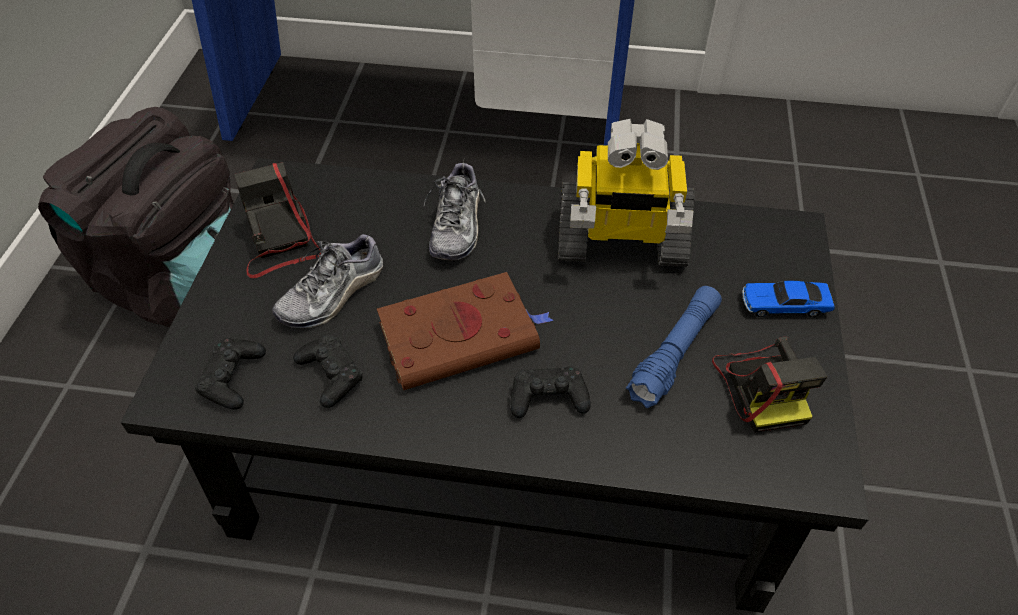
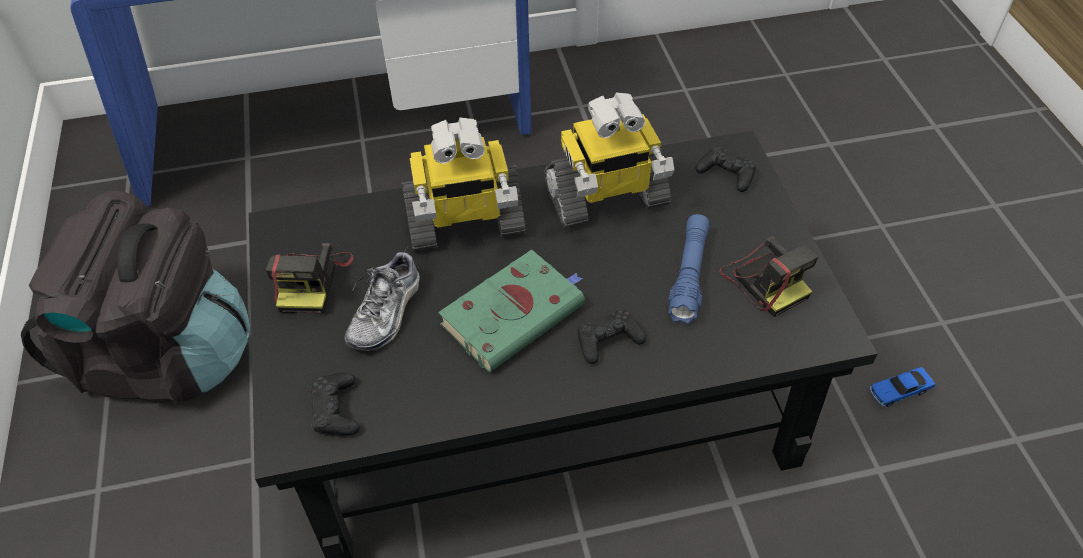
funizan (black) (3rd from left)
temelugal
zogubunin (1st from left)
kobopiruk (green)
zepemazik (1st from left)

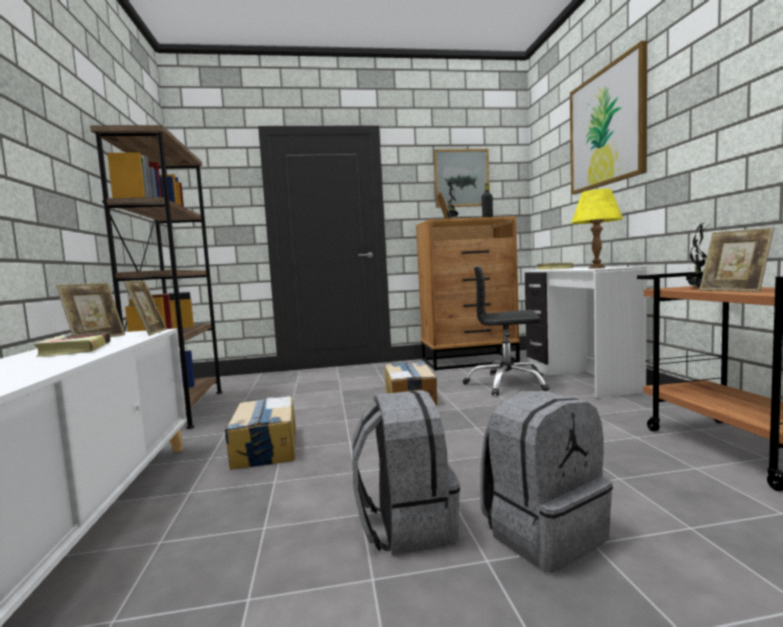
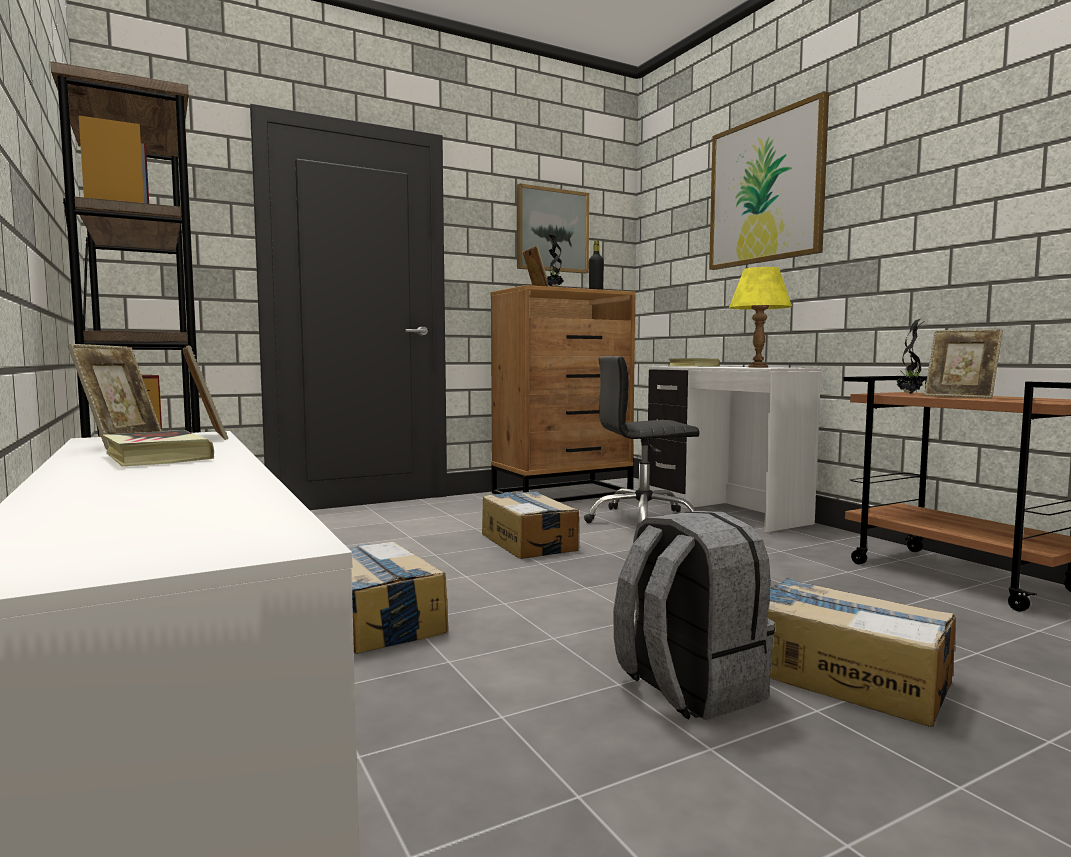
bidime (3rd from left)

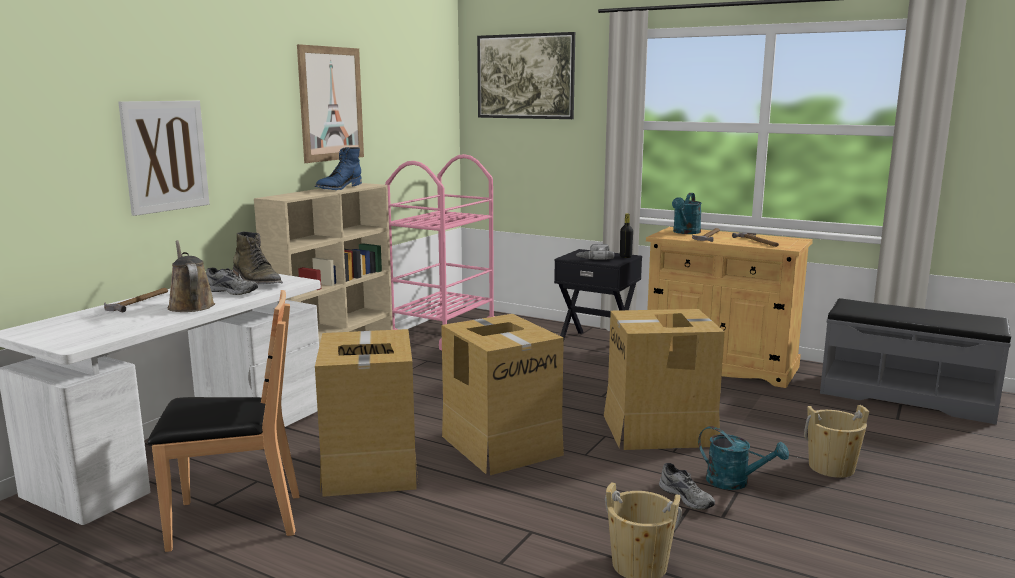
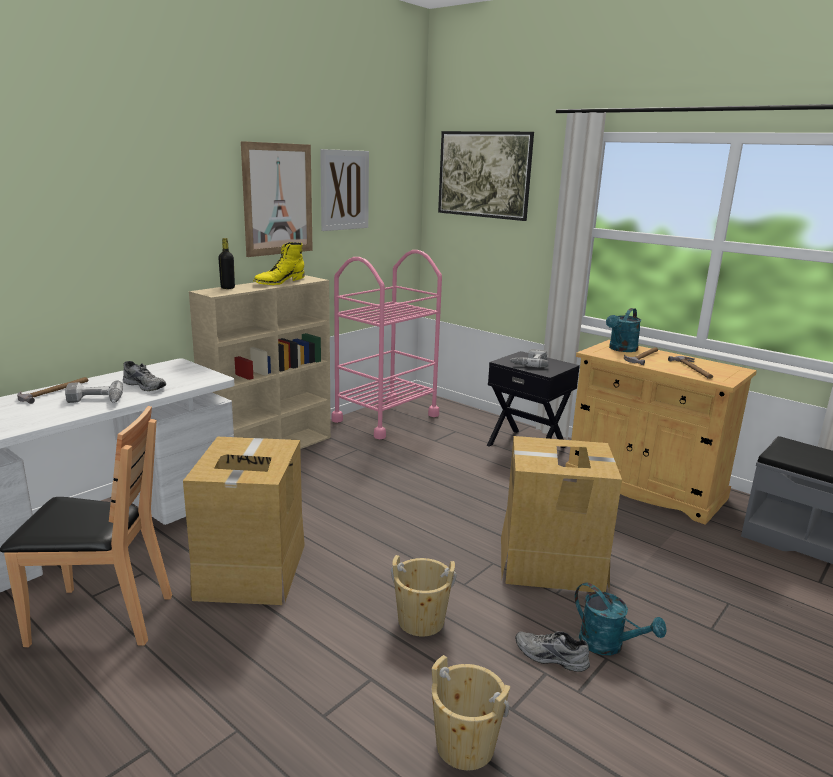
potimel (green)
bidime (2nd from left in the first image)
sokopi (2nd from left)
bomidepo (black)
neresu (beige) (1st from left)
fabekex (1st from left)
potimel (yellow)
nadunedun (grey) (2nd from left)

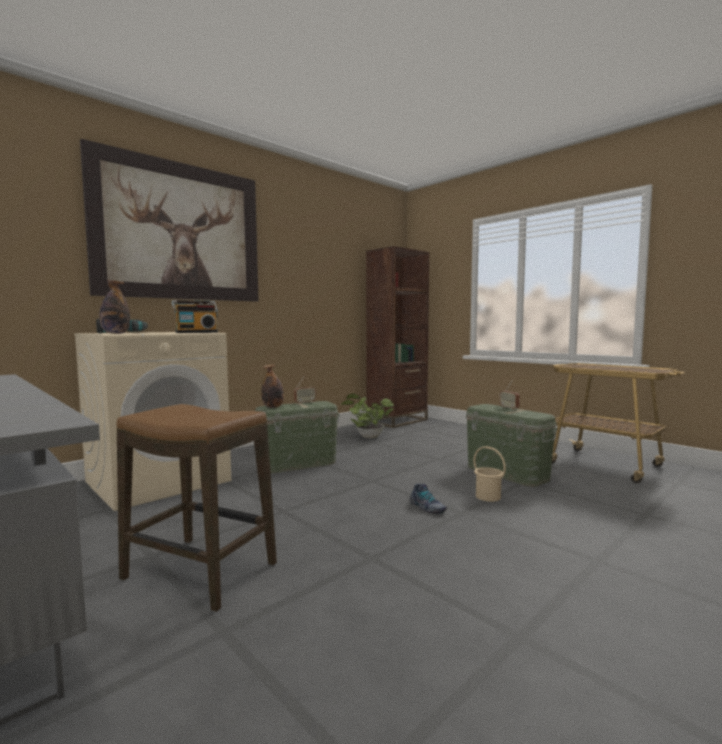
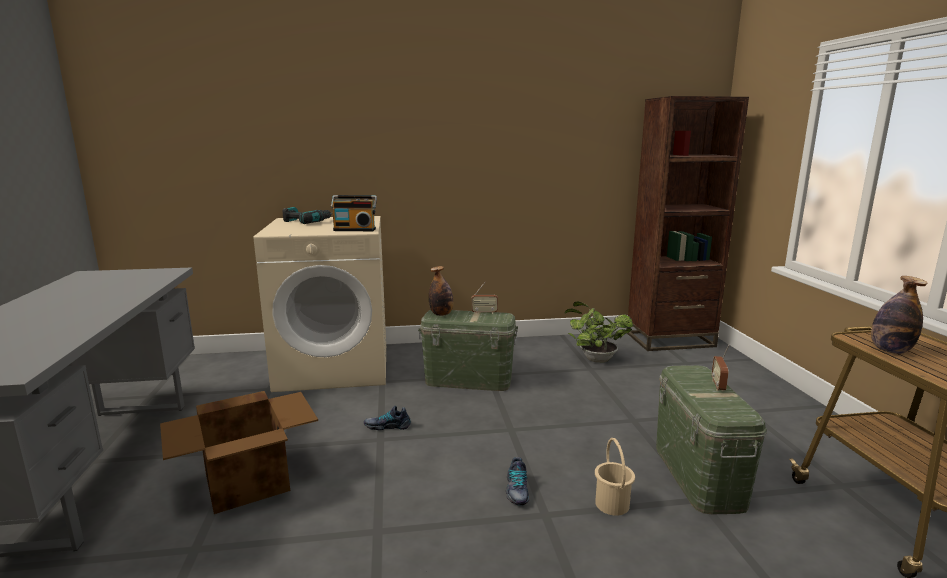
sokopi
nadunedun (1st from left)
bomidepo (2nd from left)
bidime

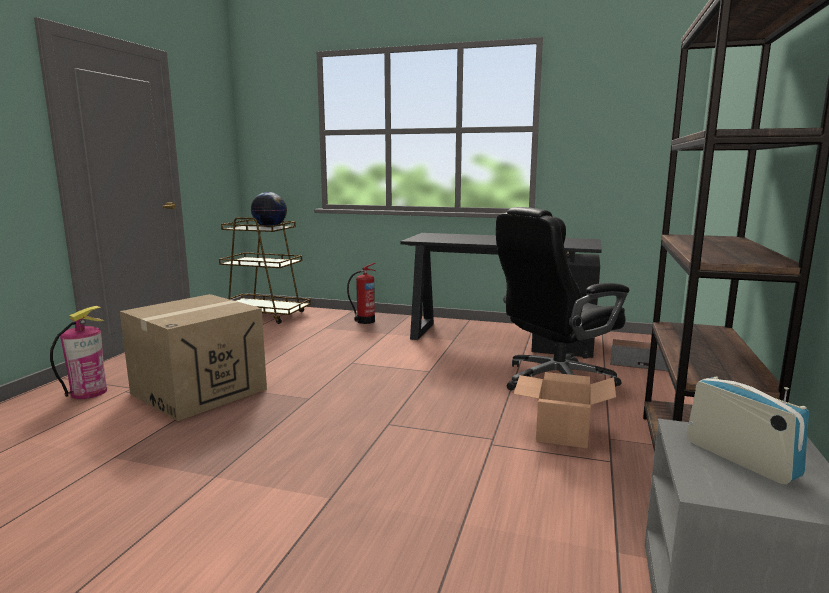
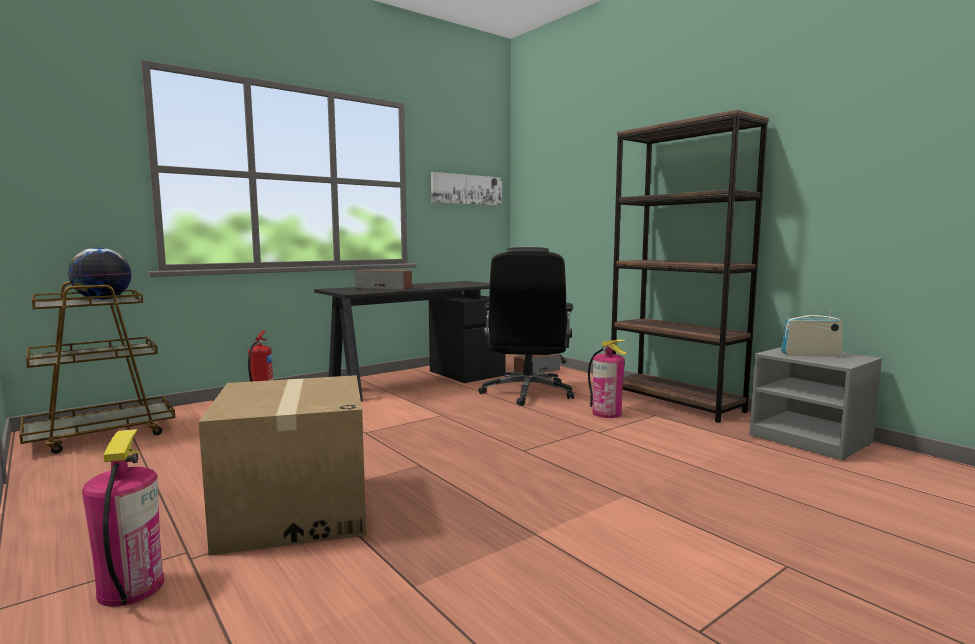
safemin (1st from left)
sokopi
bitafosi (3rd from left)

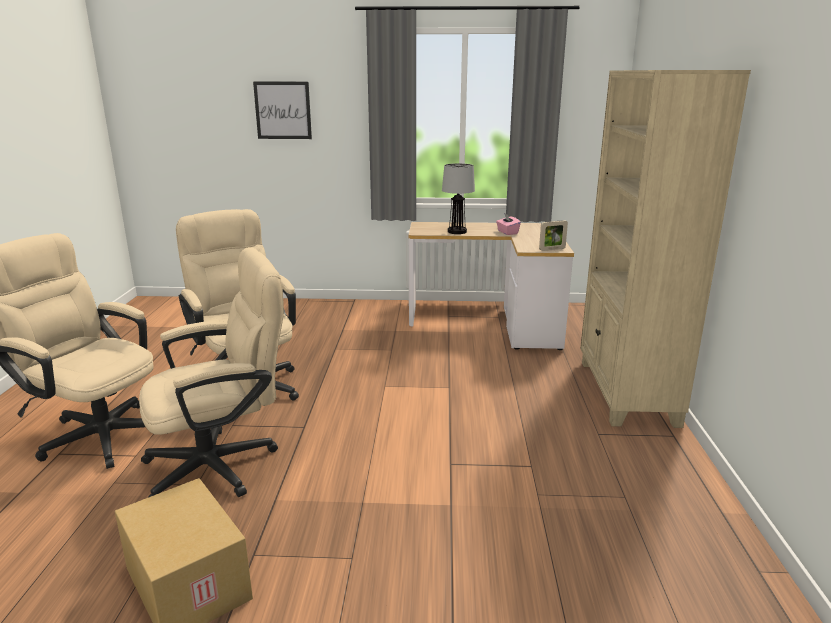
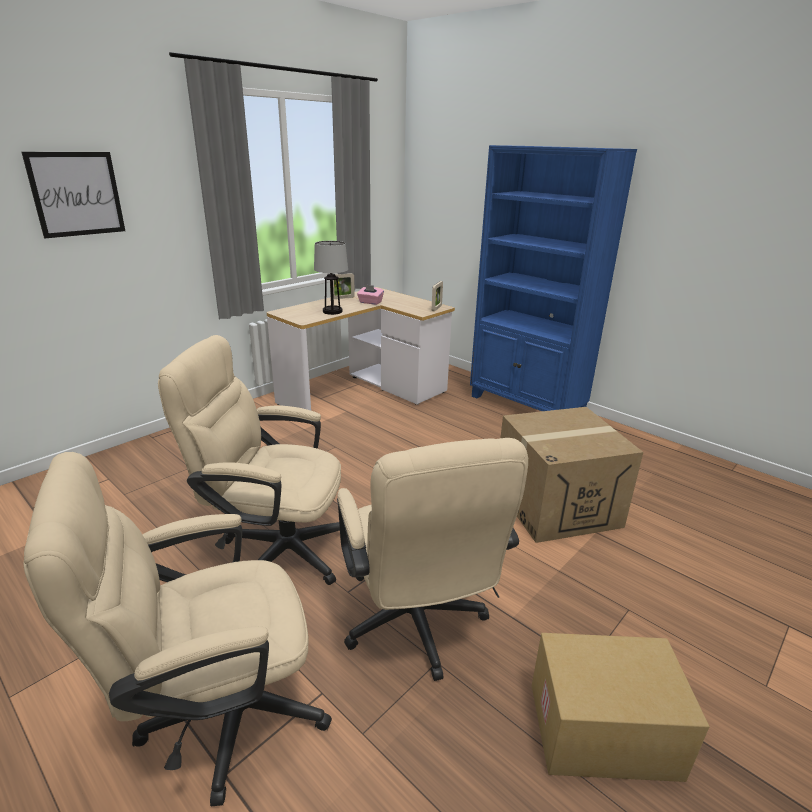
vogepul (1st from left)
bidime (1st from left)
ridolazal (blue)
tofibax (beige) (3rd from left)

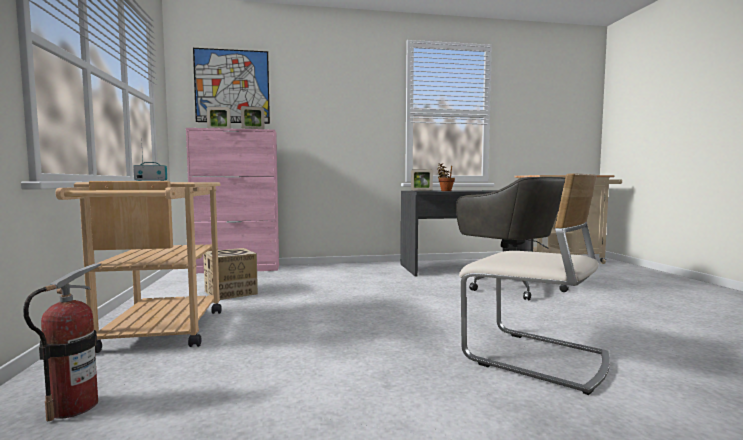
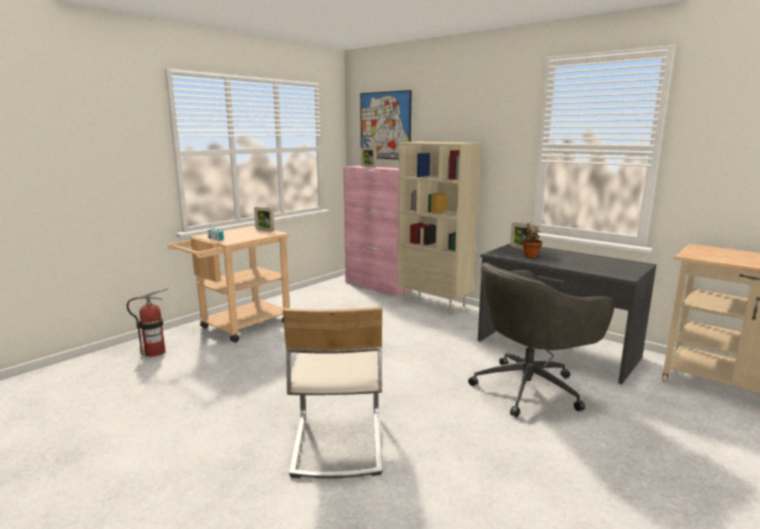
bidime
ridolazal (beige)
vogepul (1st from left)
tofibax (grey)

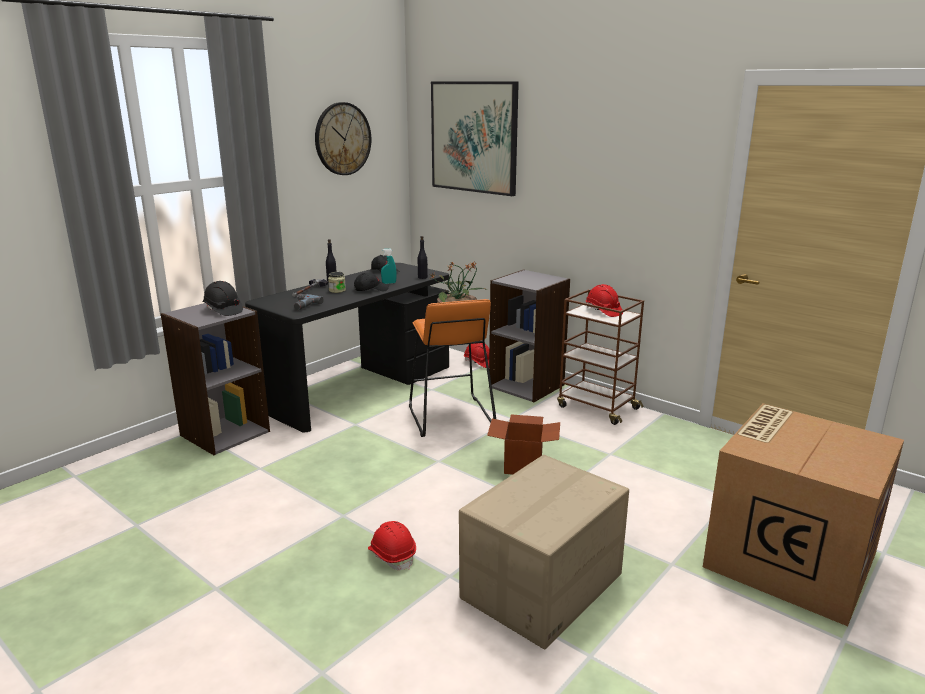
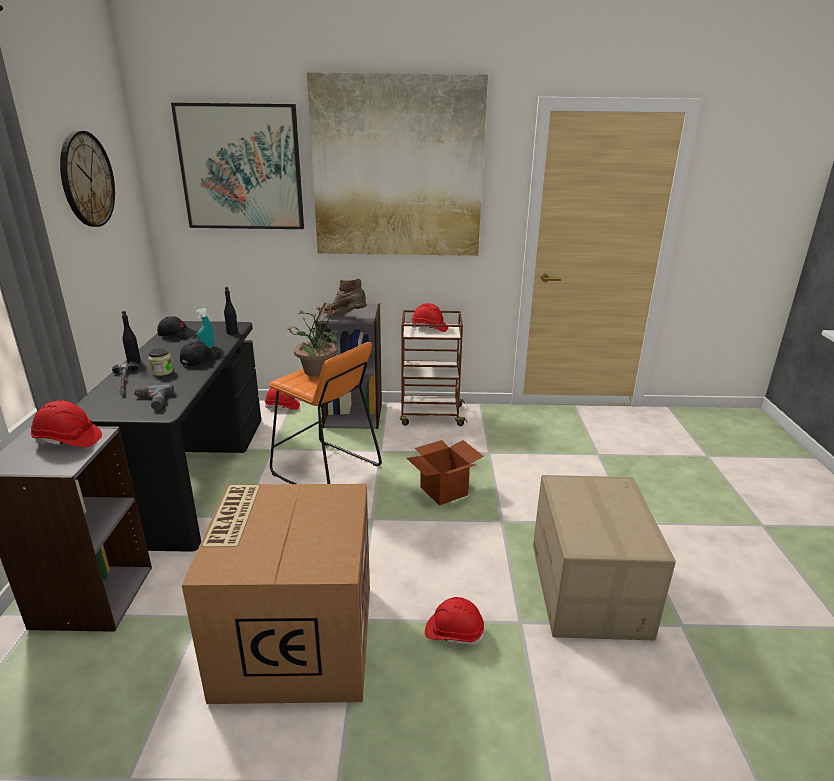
sokopi (2nd from left)
potimel (brown)
bidime (1st from left)
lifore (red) (1st from left)

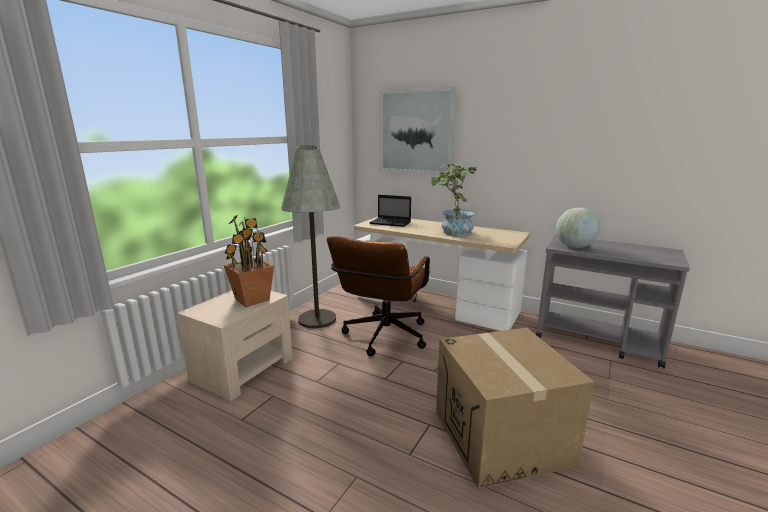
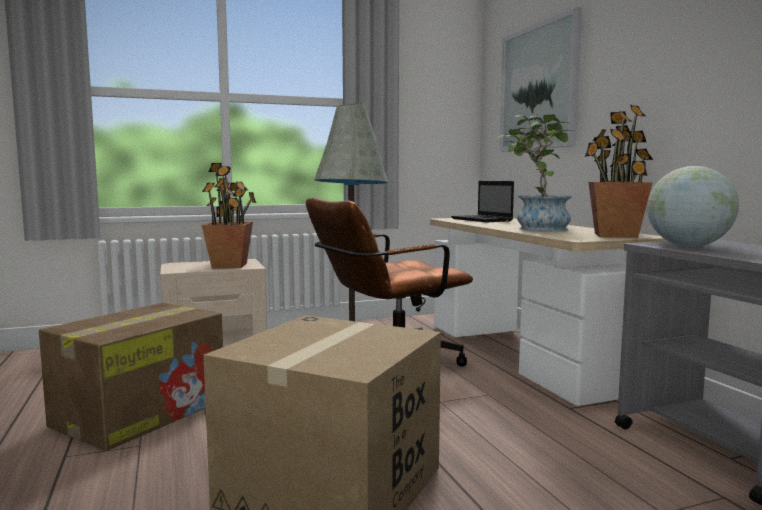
bidime (1st from left)
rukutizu (3rd from left)

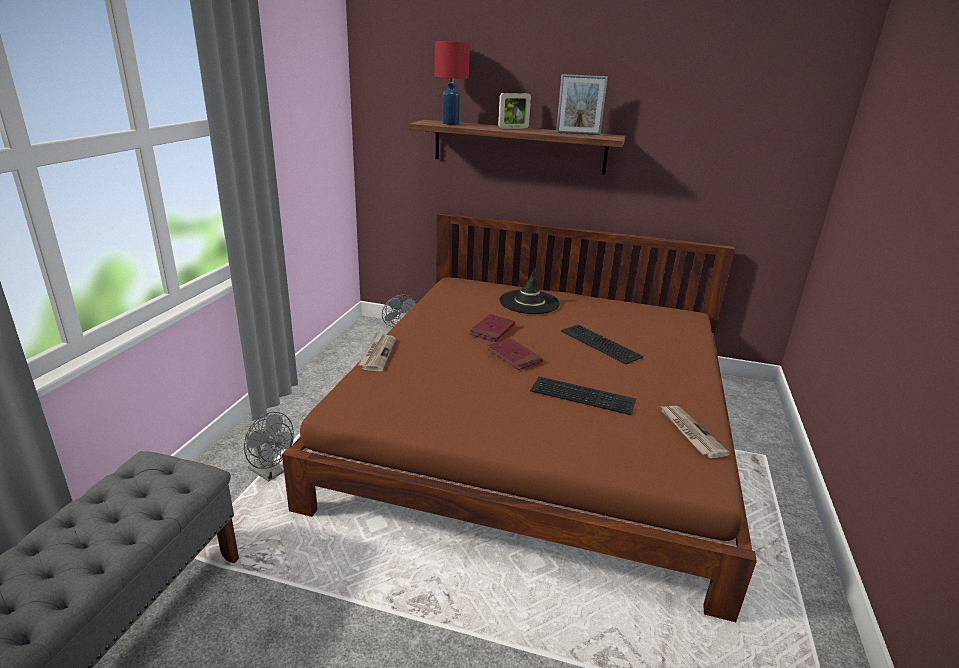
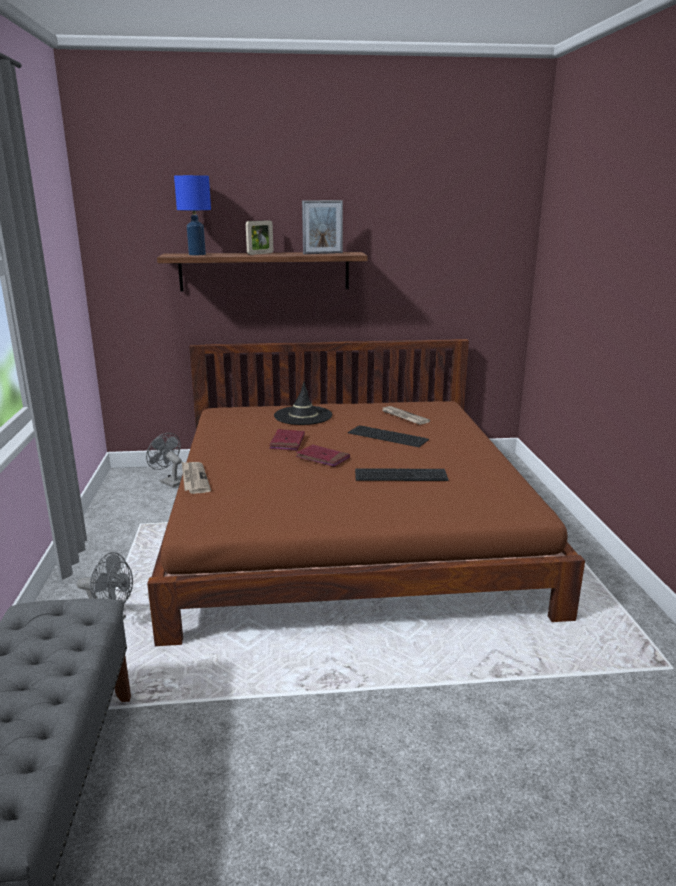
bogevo (2nd from left)
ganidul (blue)

